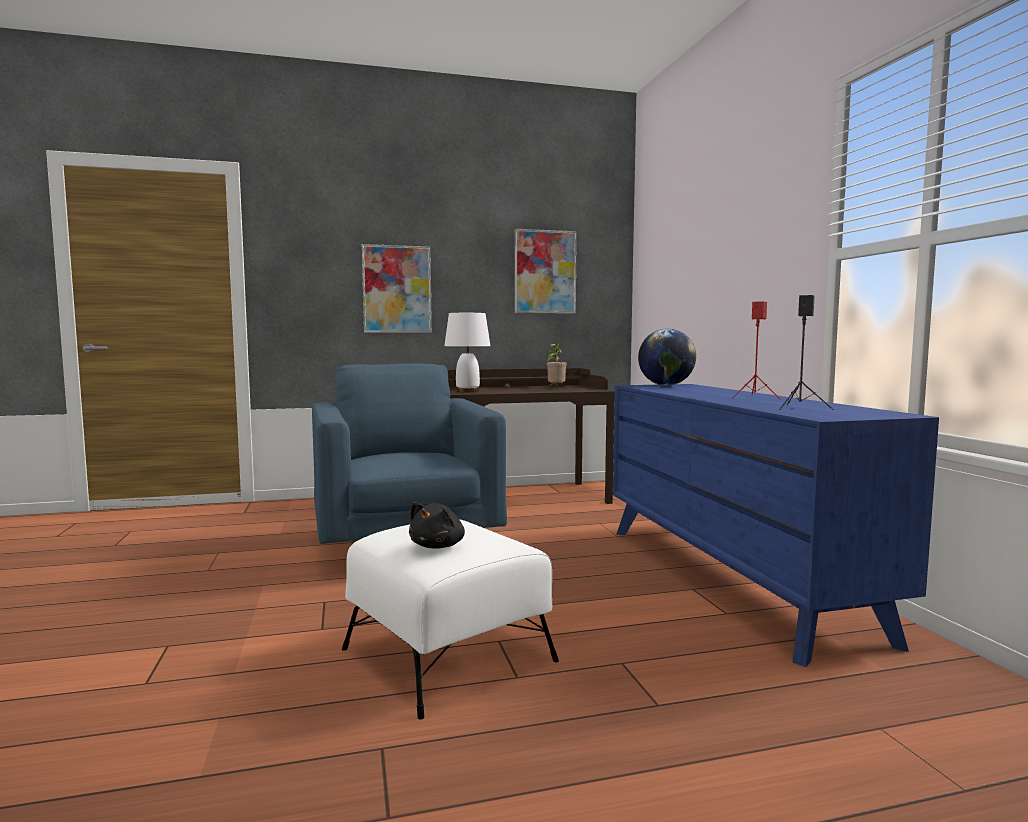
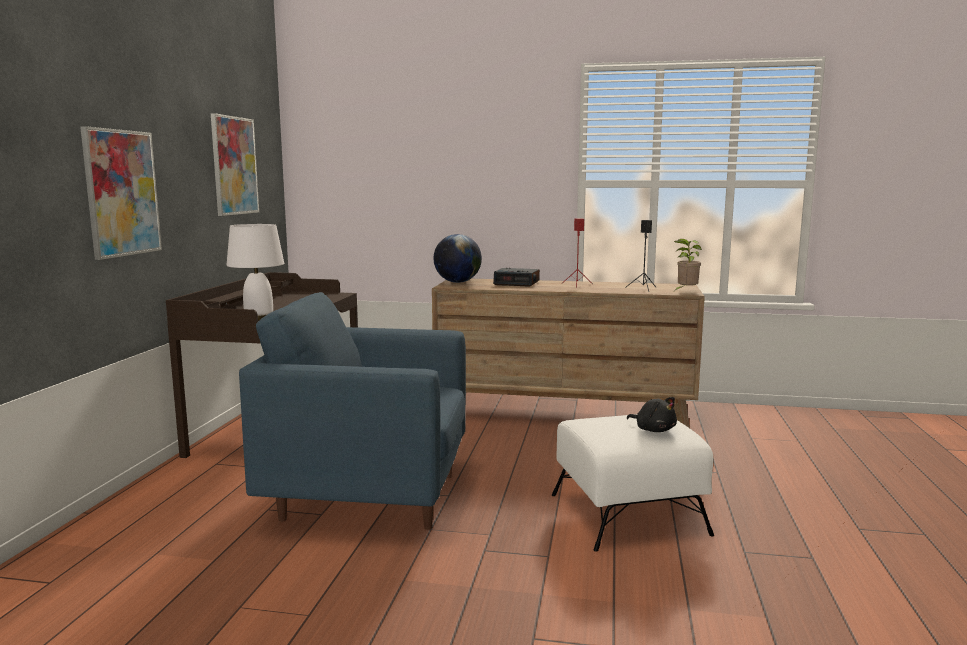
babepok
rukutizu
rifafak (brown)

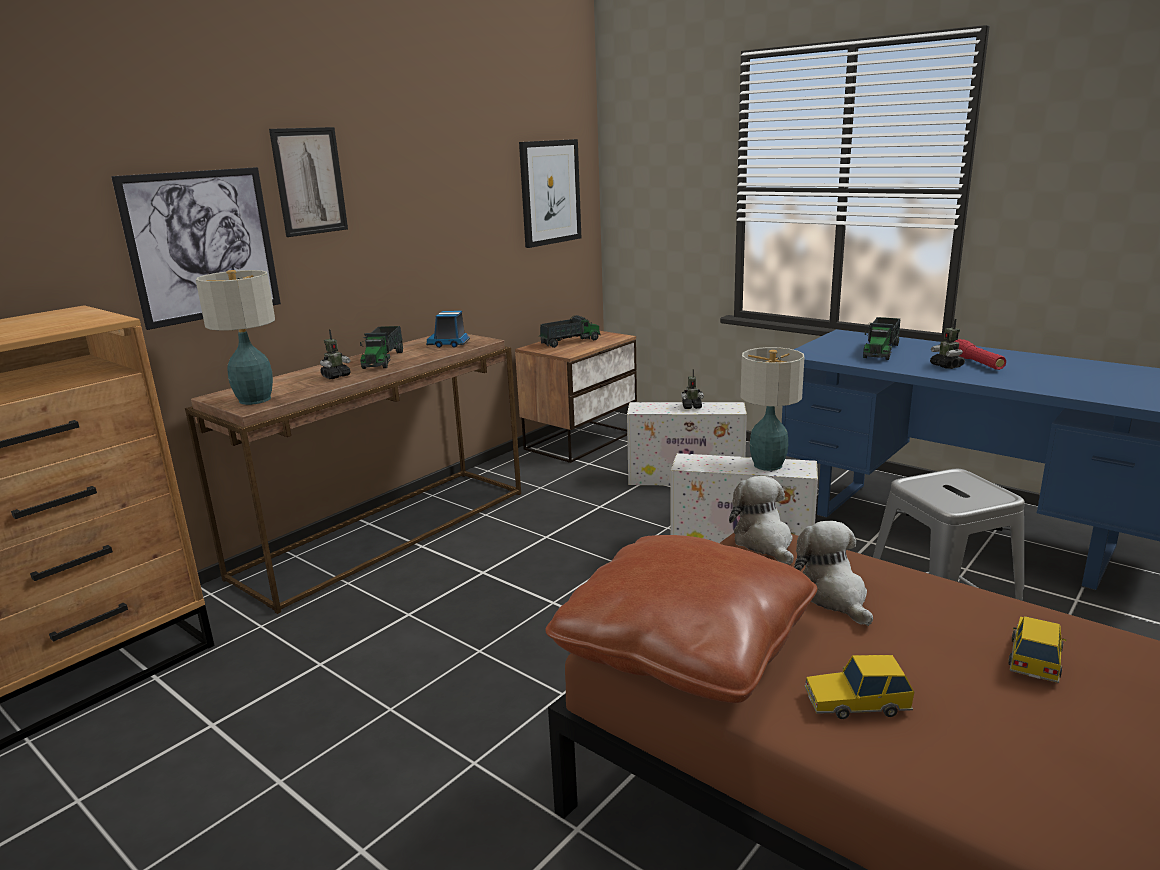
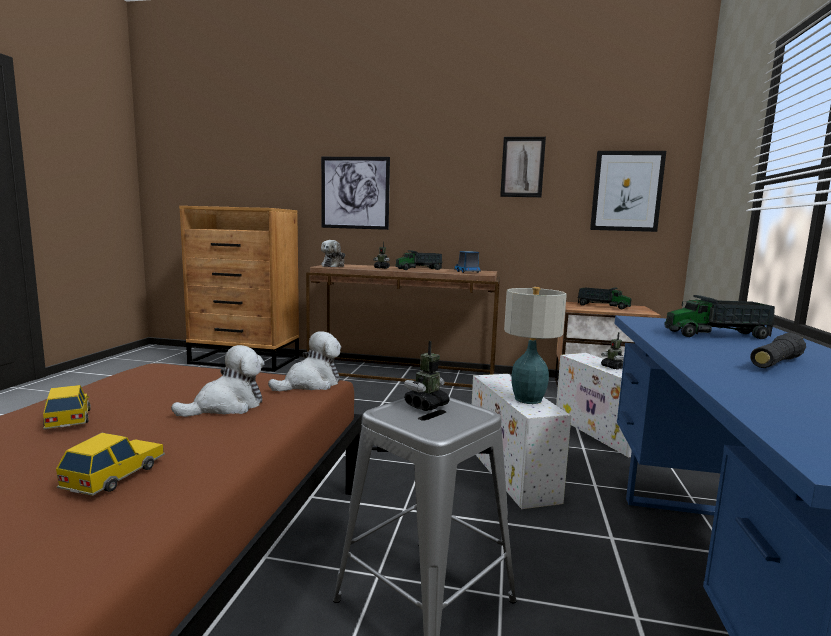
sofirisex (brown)
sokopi (2nd from left)
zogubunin (2nd from left)
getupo (3rd from left)
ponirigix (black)
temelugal (2nd from left)

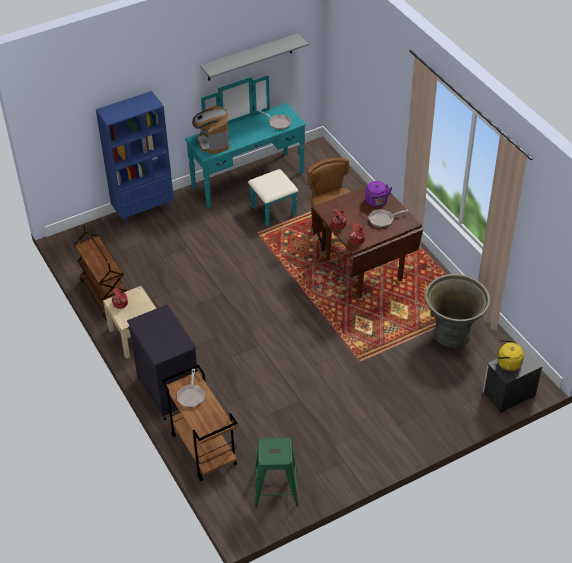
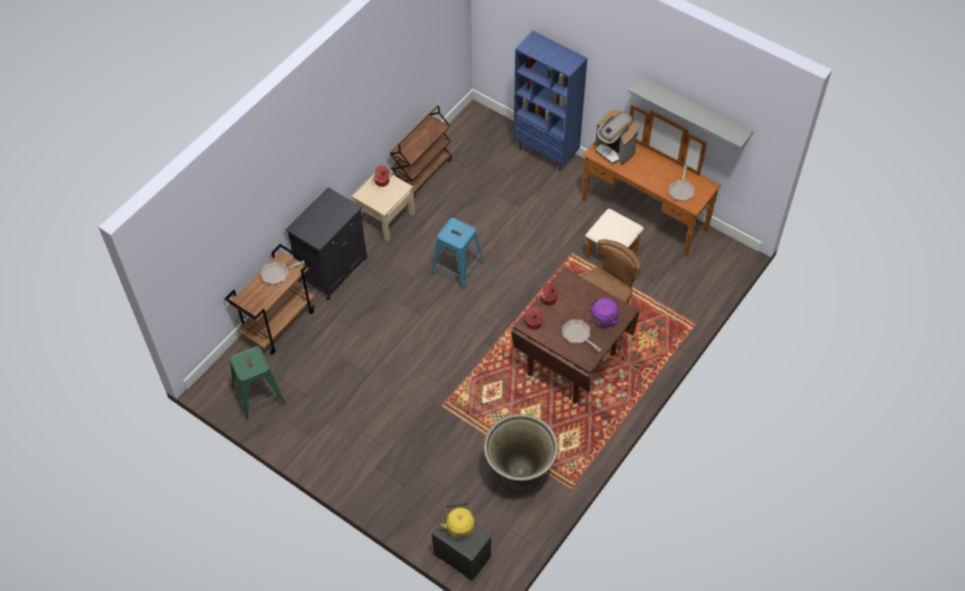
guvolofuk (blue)
rifafak (brown)
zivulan

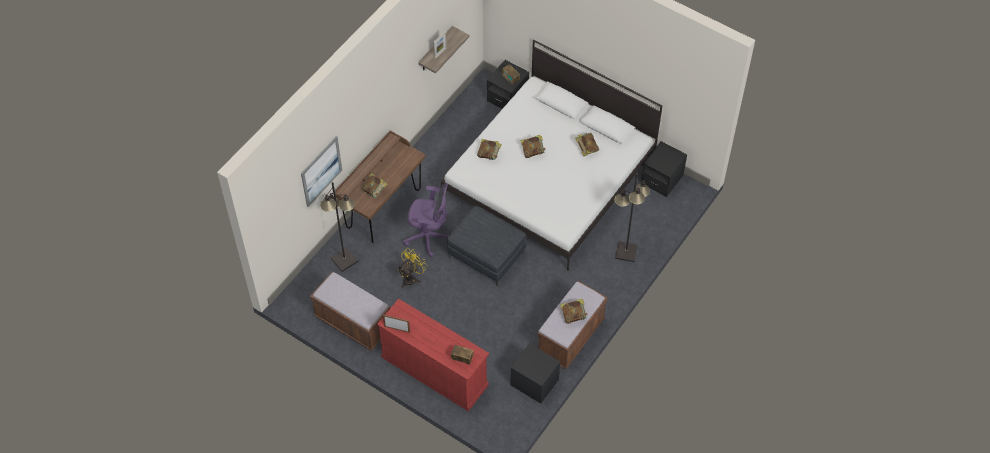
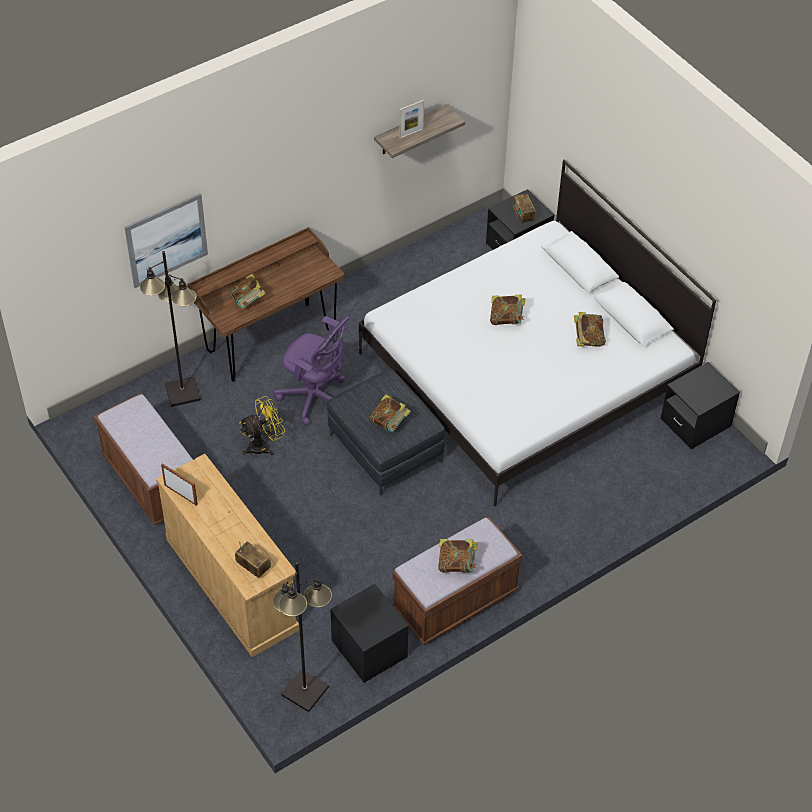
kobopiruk (2nd from left)
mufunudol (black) (2nd from left)
rifafak (beige)

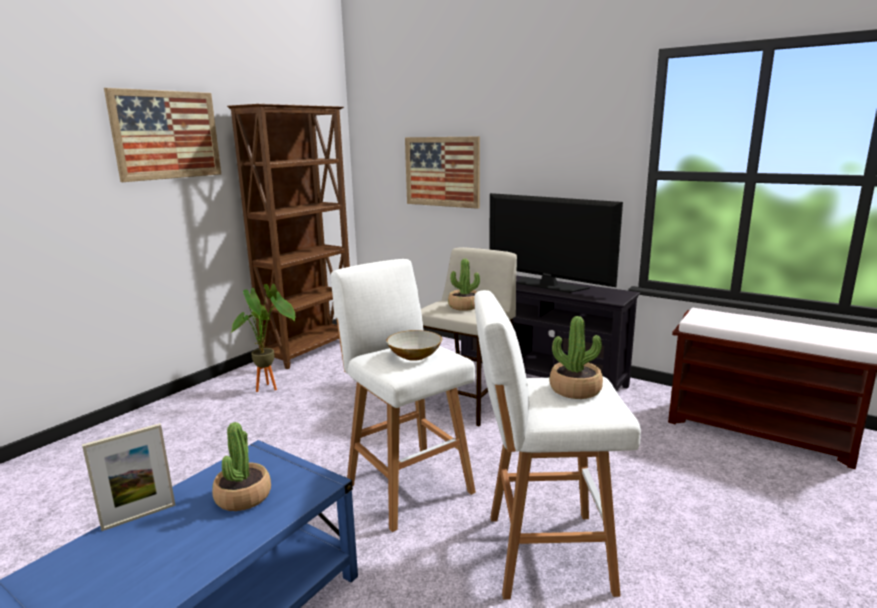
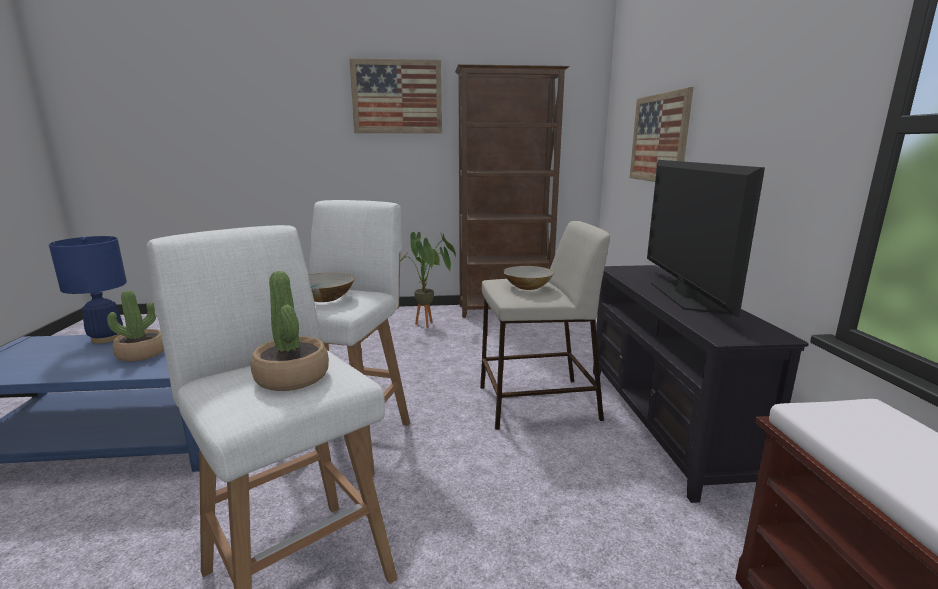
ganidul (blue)
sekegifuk (2nd from left)

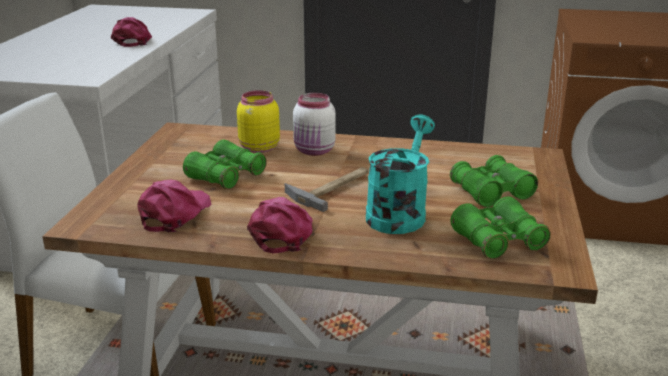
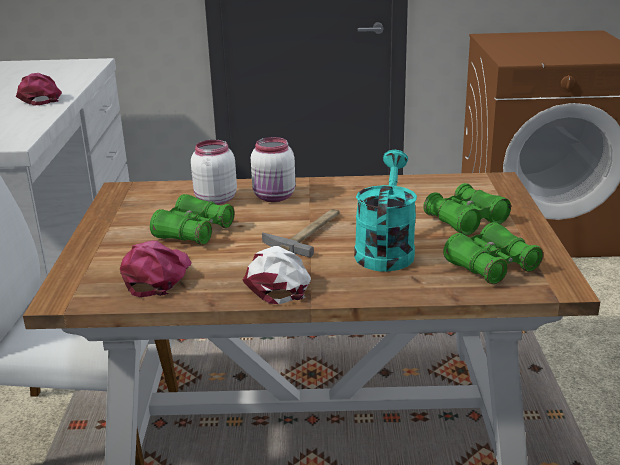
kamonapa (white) (1st from left)
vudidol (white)

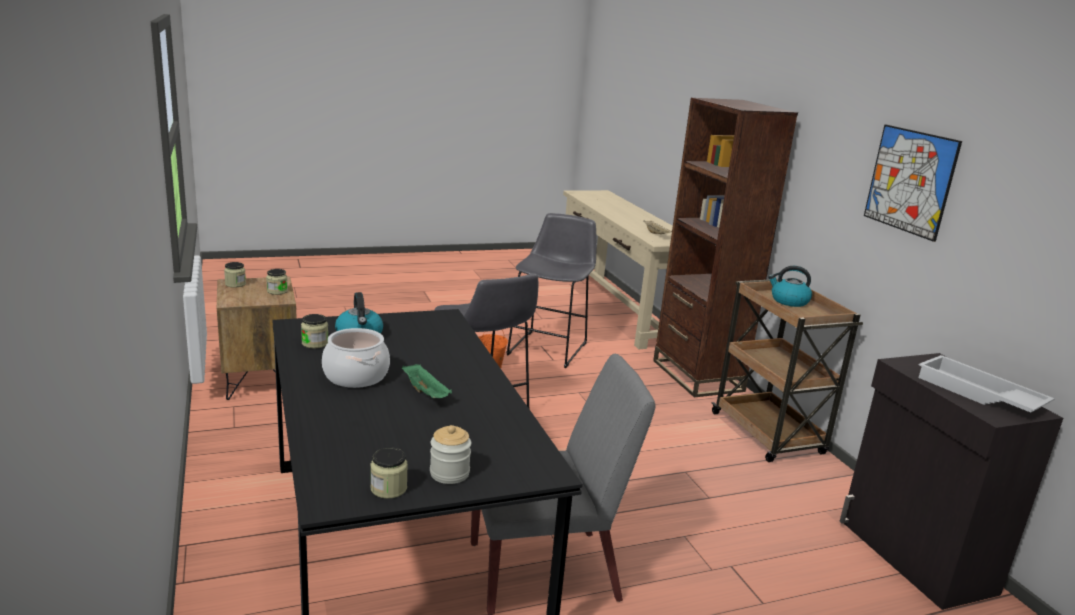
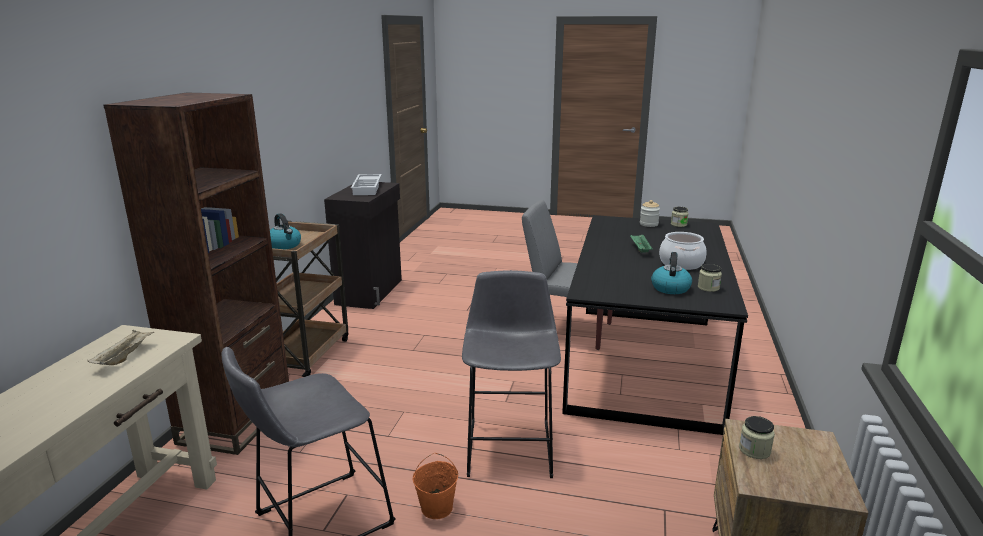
kamonapa (1st from left in the first image)
sokopi

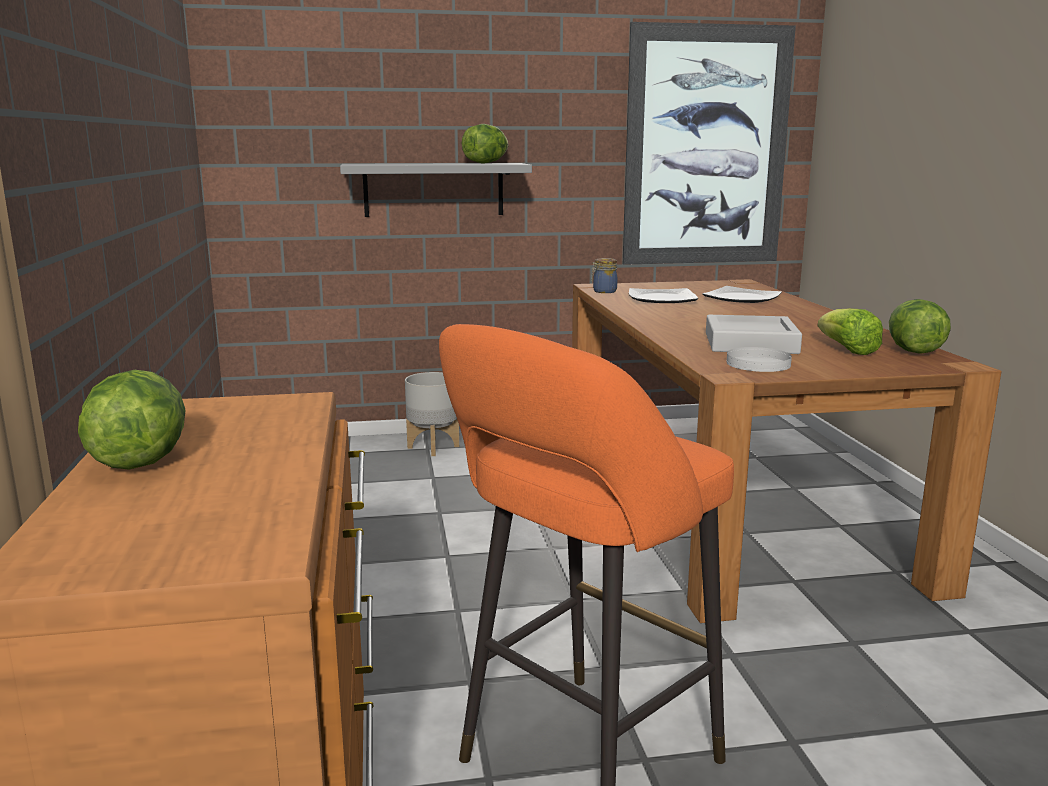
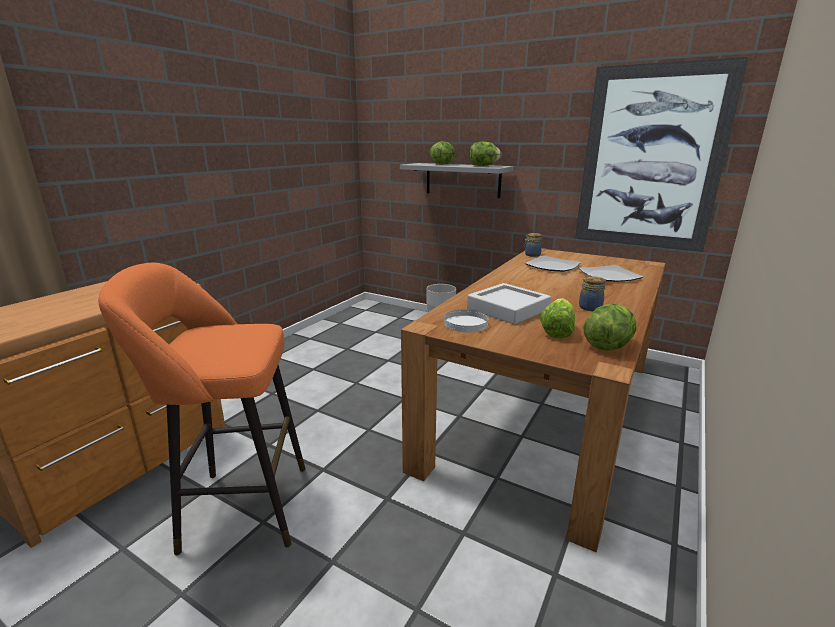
kamonapa (2nd from left)
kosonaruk (1st from left)

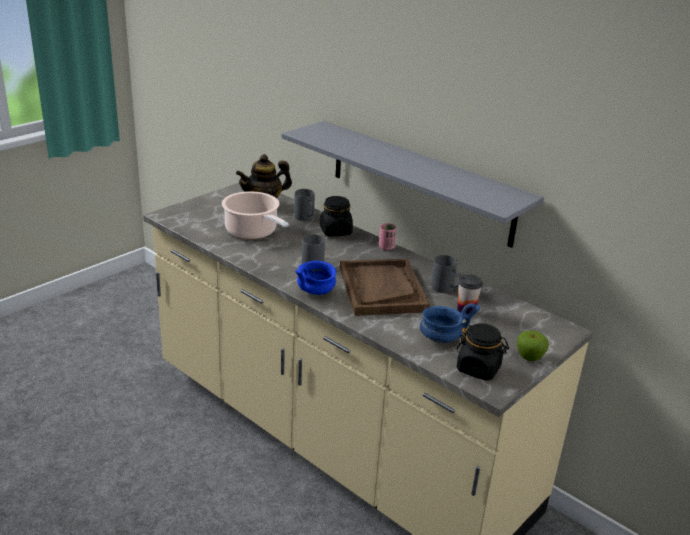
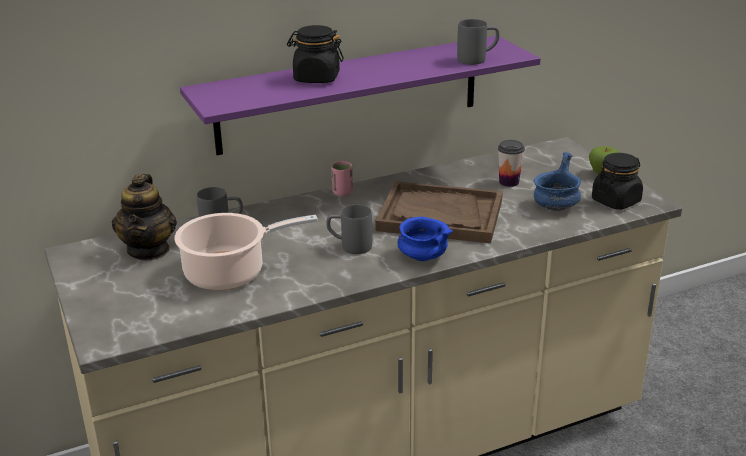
kamonapa (black) (1st from left)
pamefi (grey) (3rd from left)
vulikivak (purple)

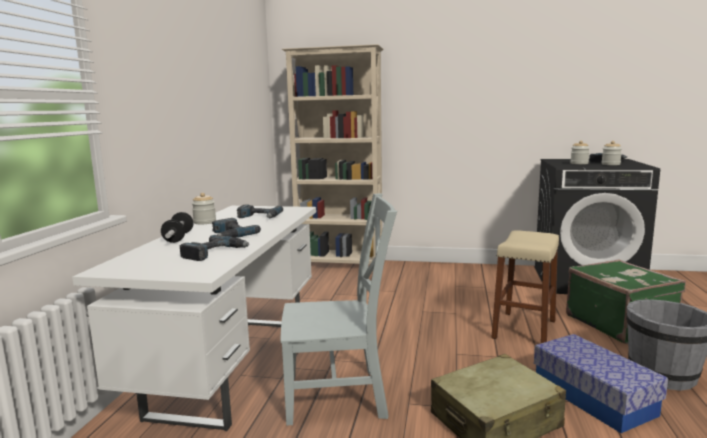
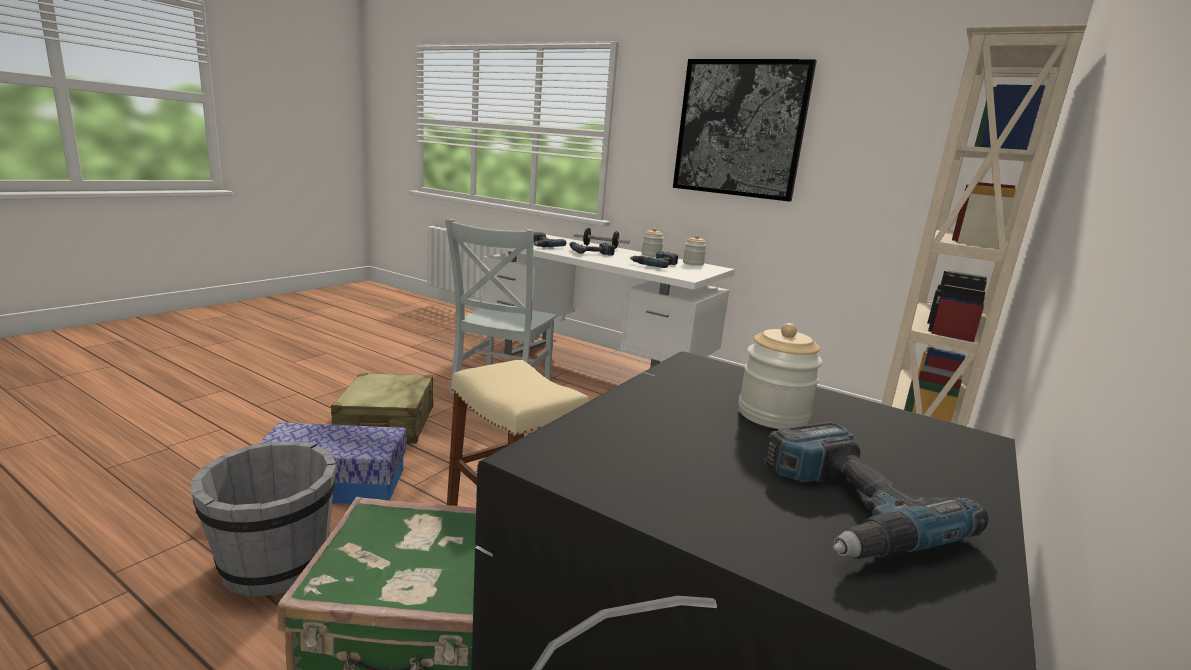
sokopi
kamonapa (2nd from left)

